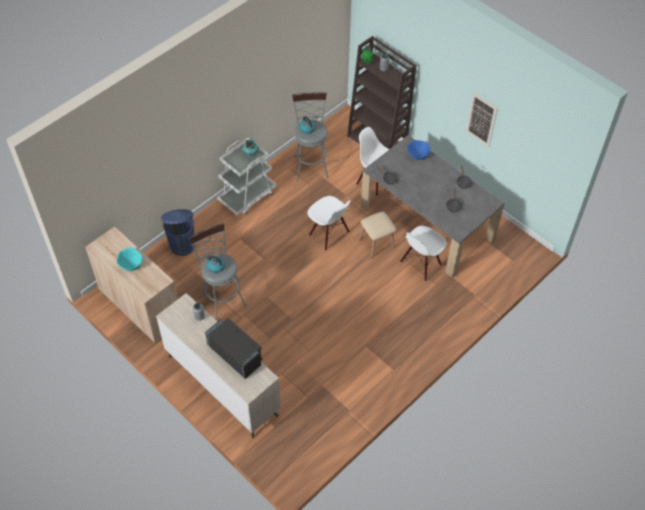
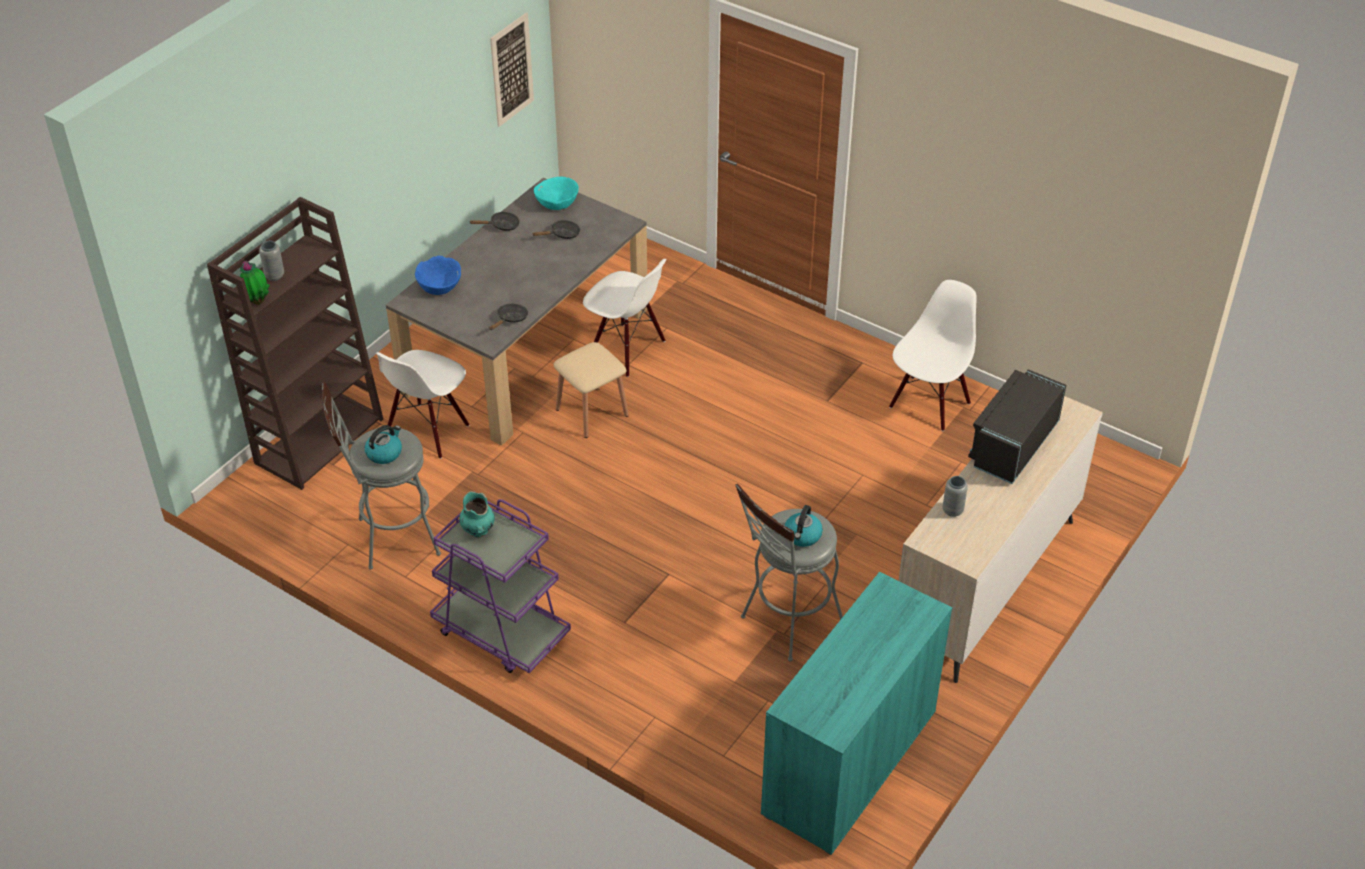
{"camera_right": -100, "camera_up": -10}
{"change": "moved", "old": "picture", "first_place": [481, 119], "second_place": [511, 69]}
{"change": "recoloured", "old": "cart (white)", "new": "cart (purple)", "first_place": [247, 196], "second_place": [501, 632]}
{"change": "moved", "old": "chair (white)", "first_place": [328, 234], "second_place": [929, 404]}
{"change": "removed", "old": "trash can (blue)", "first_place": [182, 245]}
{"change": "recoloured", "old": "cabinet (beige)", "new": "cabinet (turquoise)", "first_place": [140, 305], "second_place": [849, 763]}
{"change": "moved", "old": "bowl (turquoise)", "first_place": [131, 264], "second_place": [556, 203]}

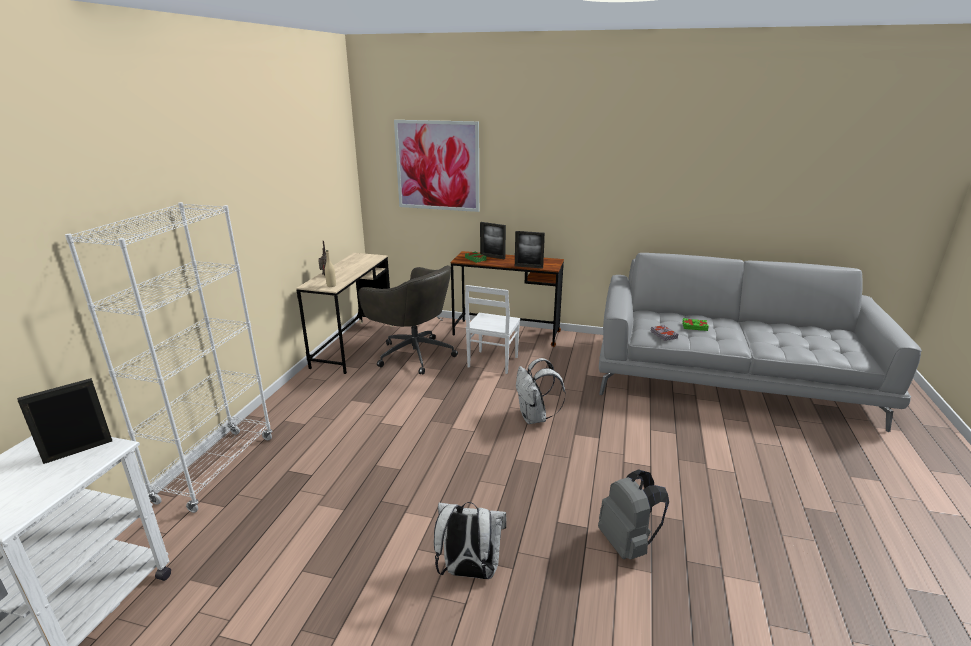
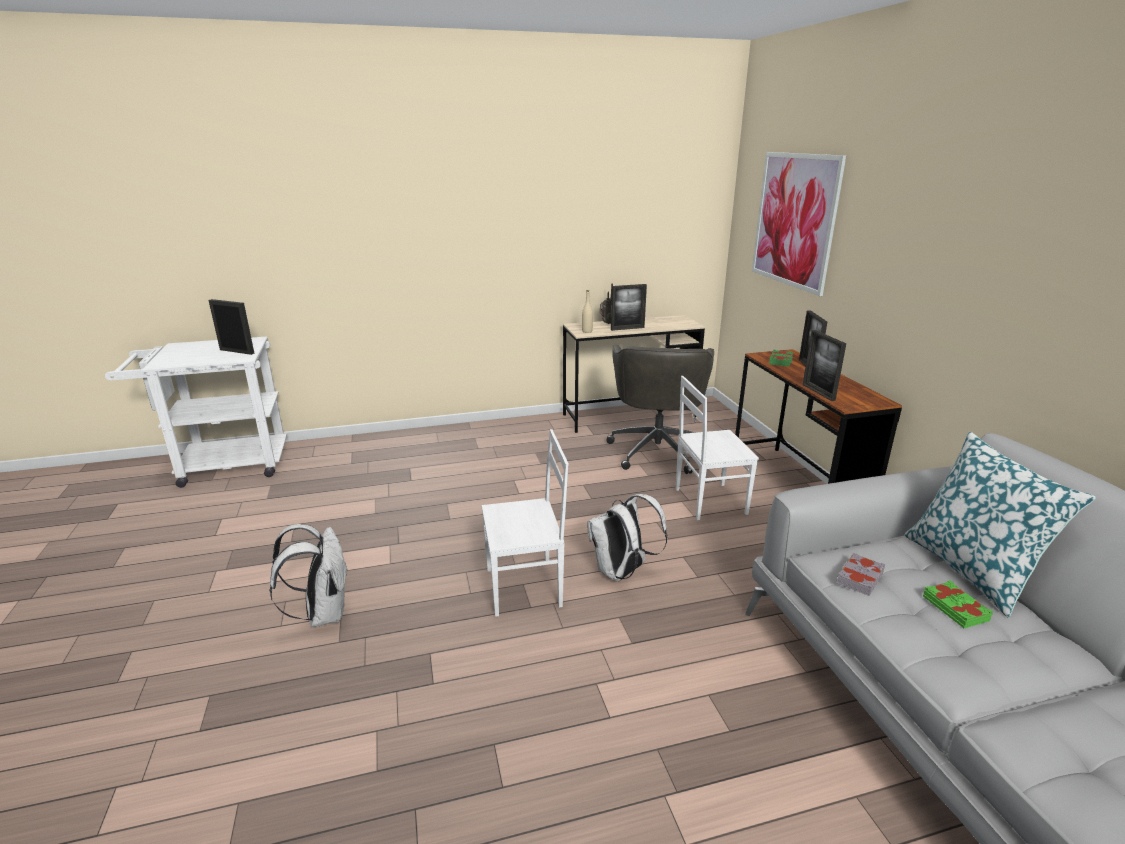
{"camera_right": 60, "camera_up": 0}
{"change": "removed", "old": "bookcase (white)", "first_place": [216, 469]}
{"change": "removed", "old": "backpack (grey)", "first_place": [627, 543]}
{"change": "added", "new": "picture frame", "second_place": [627, 328]}
{"change": "added", "new": "chair (white)", "second_place": [525, 588]}
{"change": "added", "new": "pillow", "second_place": [971, 569]}

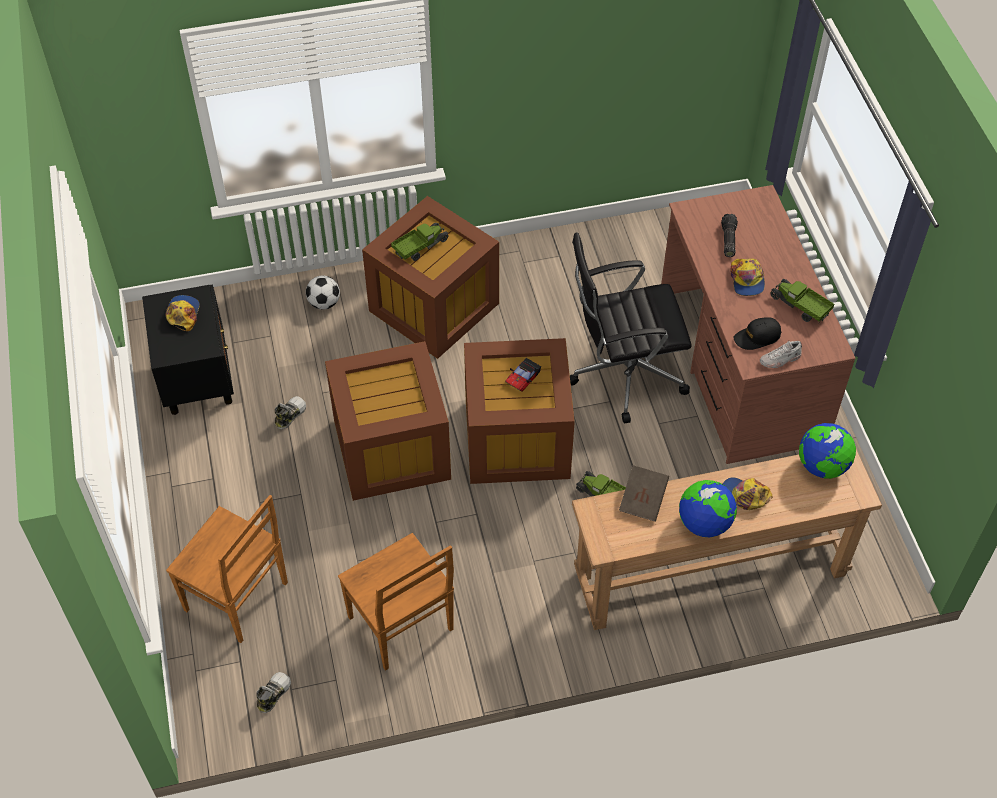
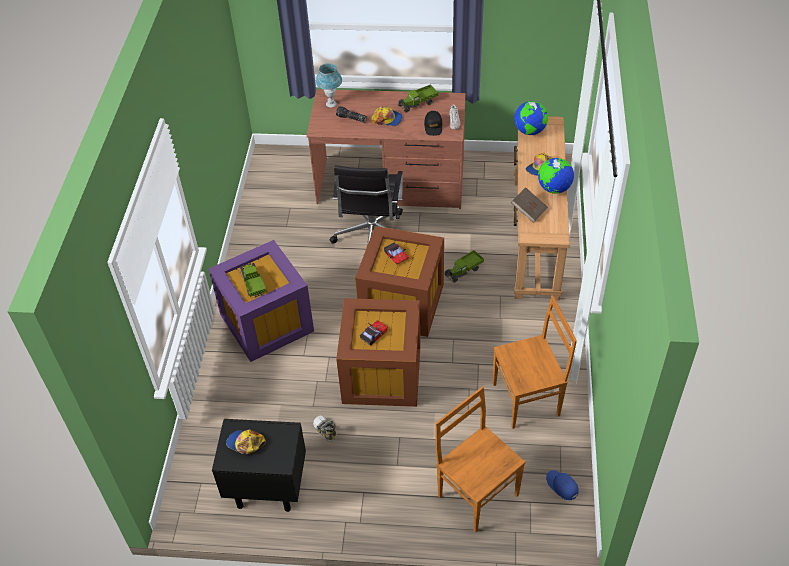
{"camera_right": -70, "camera_up": -5}
{"change": "recoloured", "old": "storage box (brown)", "new": "storage box (purple)", "first_place": [432, 307], "second_place": [266, 324]}
{"change": "removed", "old": "football", "first_place": [324, 303]}
{"change": "turned", "old": "chair (brown)", "first_place": [238, 598], "second_place": [476, 493], "degrees": -90}
{"change": "replaced", "old": "shoe", "new": "cap (blue)", "first_place": [273, 694], "second_place": [562, 486]}
{"change": "added", "new": "table lamp (blue)", "second_place": [331, 104]}
{"change": "added", "new": "toy car", "second_place": [373, 334]}

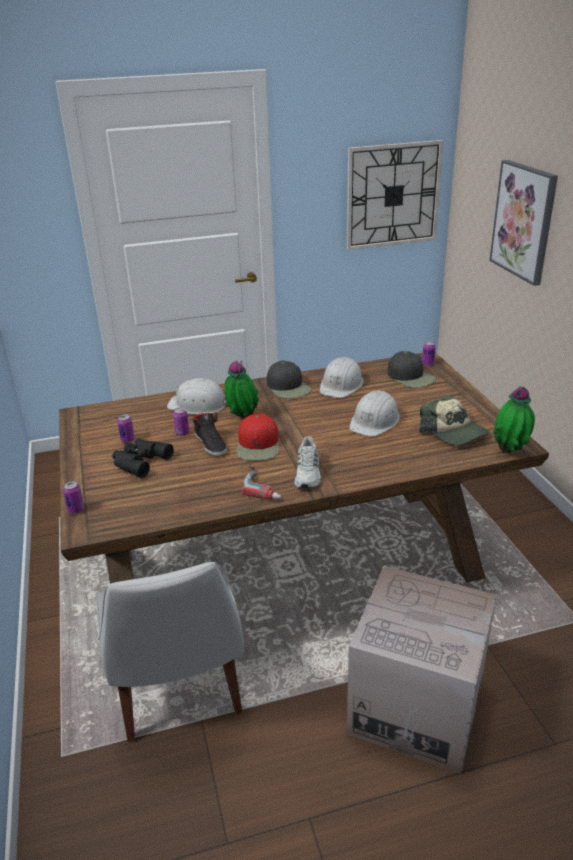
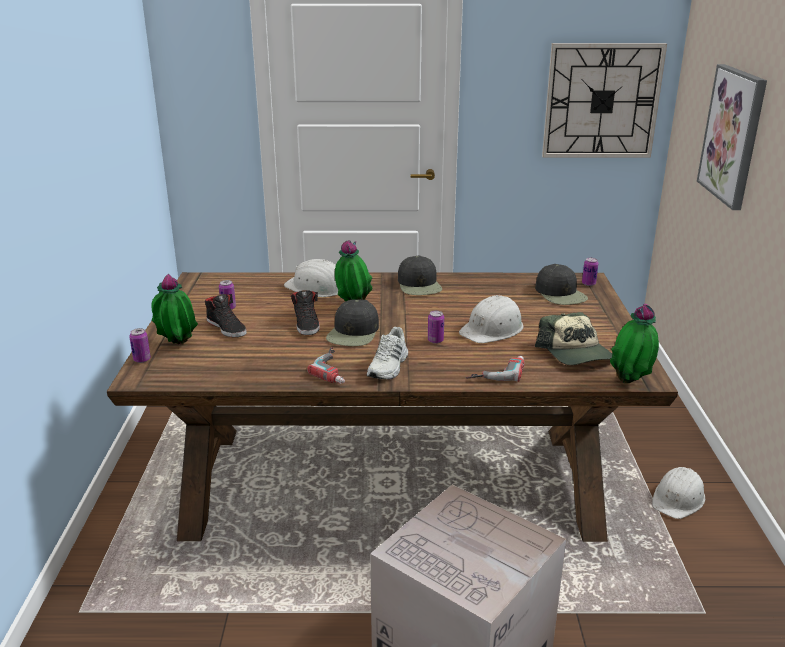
{"camera_right": 15, "camera_up": -5}
{"change": "moved", "old": "hard hat (white)", "first_place": [341, 385], "second_place": [678, 499]}
{"change": "moved", "old": "can", "first_place": [182, 433], "second_place": [435, 340]}
{"change": "recoloured", "old": "cap (red)", "new": "cap (black)", "first_place": [258, 445], "second_place": [354, 333]}
{"change": "replaced", "old": "binoculars (black)", "new": "shoe (black)", "first_place": [139, 461], "second_place": [227, 328]}
{"change": "removed", "old": "chair (white)", "first_place": [179, 692]}
{"change": "added", "new": "potted plant", "second_place": [177, 345]}
{"change": "added", "new": "power drill", "second_place": [496, 372]}

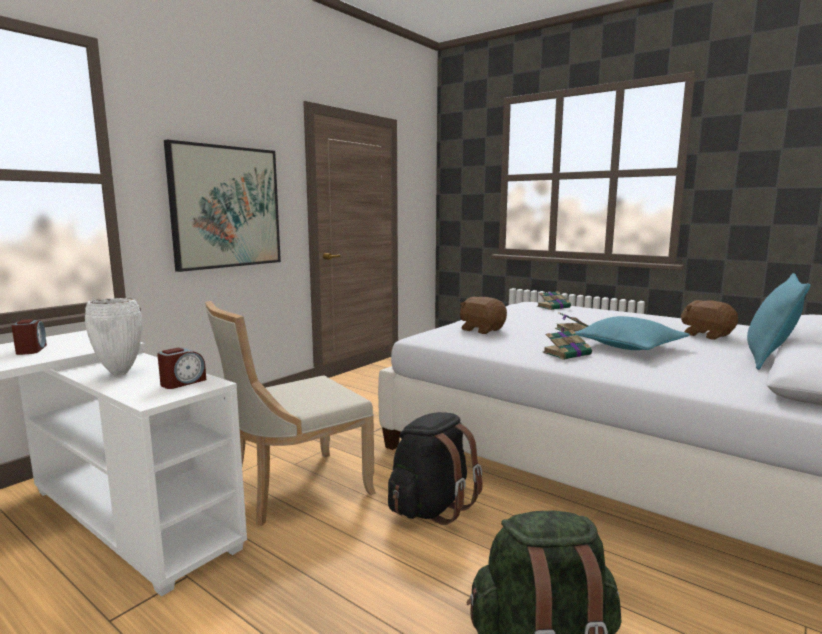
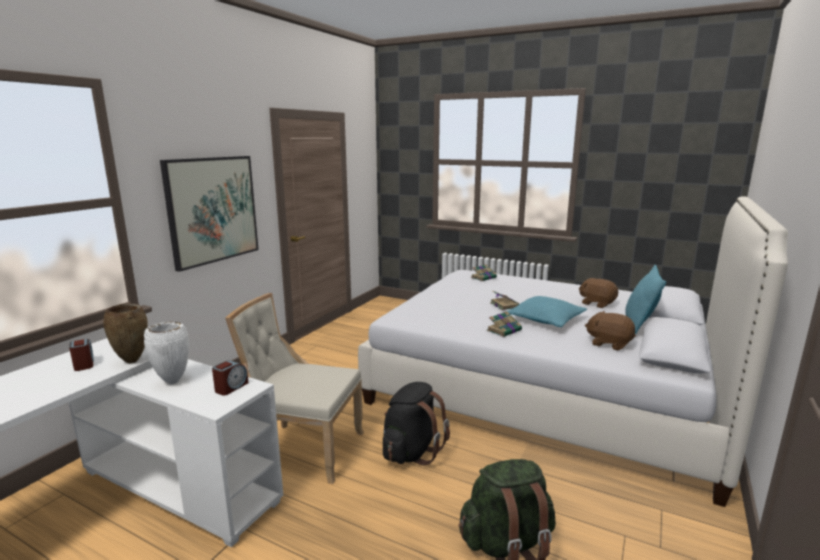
{"camera_right": -10, "camera_up": 5}
{"change": "moved", "old": "plush toy (brown)", "first_place": [482, 330], "second_place": [609, 343]}
{"change": "turned", "old": "chair (beige)", "first_place": [294, 490], "second_place": [303, 448], "degrees": 60}
{"change": "added", "new": "vase (brown)", "second_place": [133, 361]}

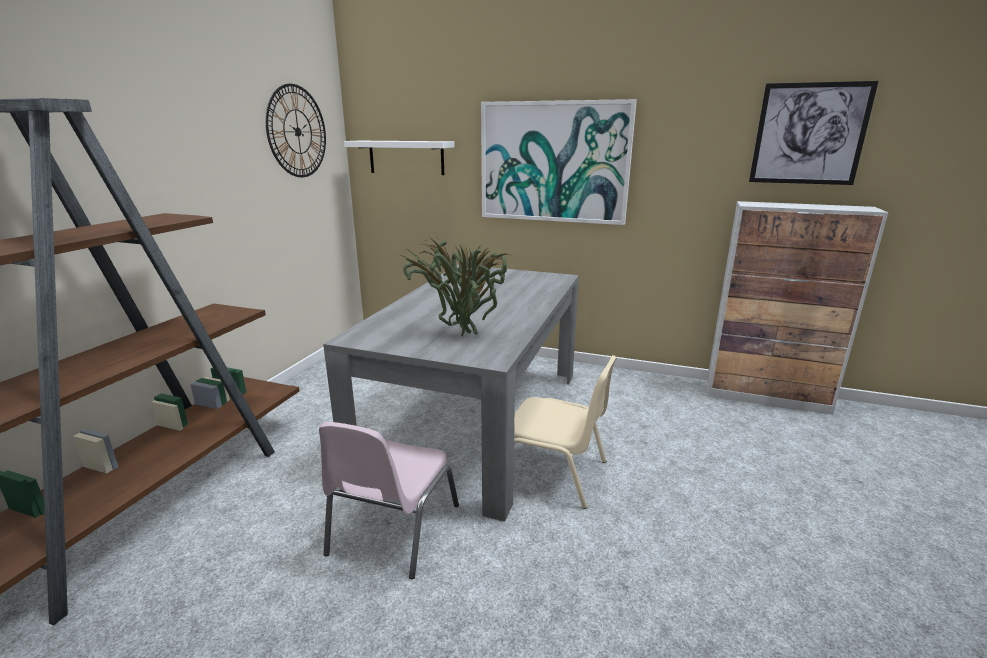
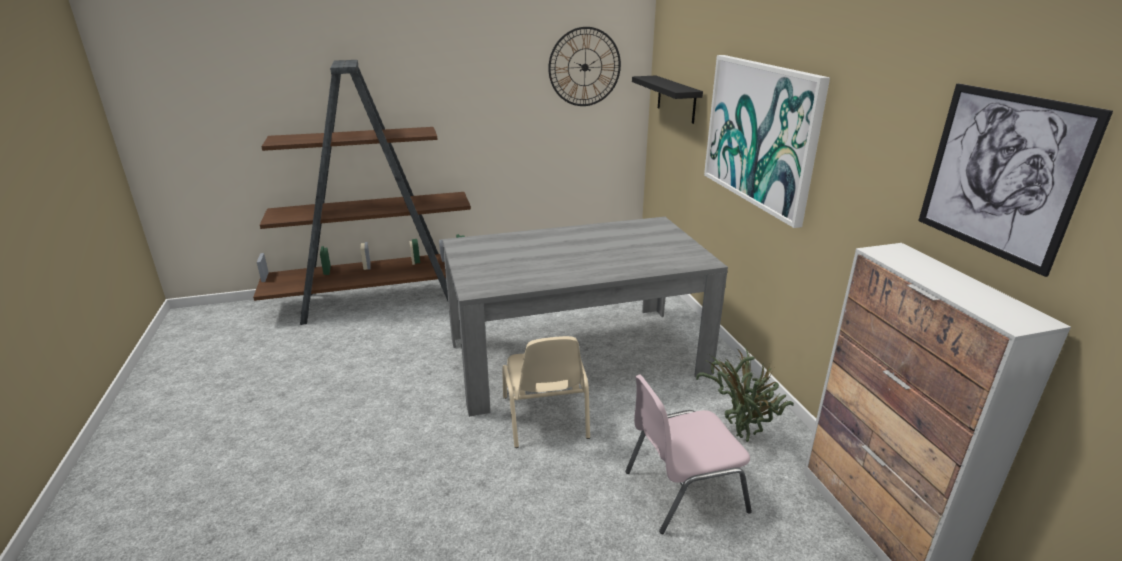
{"camera_right": 55, "camera_up": 5}
{"change": "recoloured", "old": "shelf (white)", "new": "shelf (black)", "first_place": [406, 157], "second_place": [676, 99]}
{"change": "moved", "old": "potted plant", "first_place": [461, 333], "second_place": [740, 433]}
{"change": "moved", "old": "chair (pink)", "first_place": [392, 530], "second_place": [682, 490]}

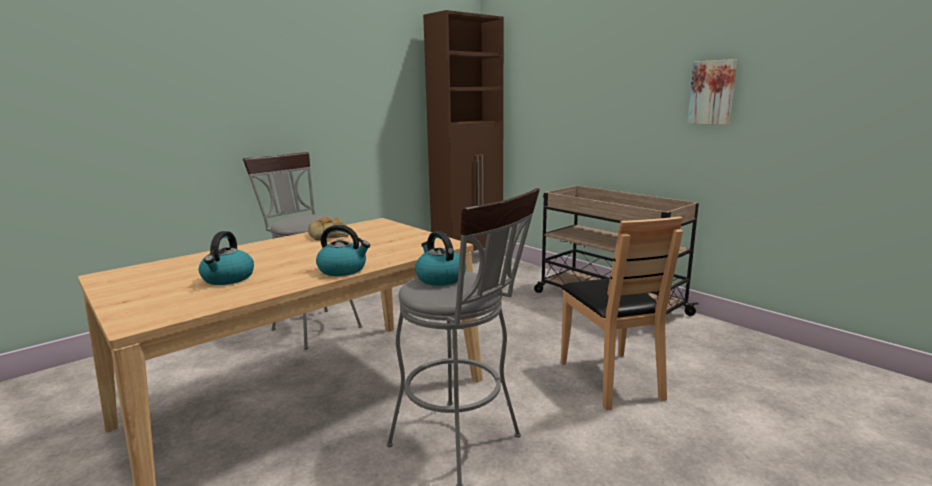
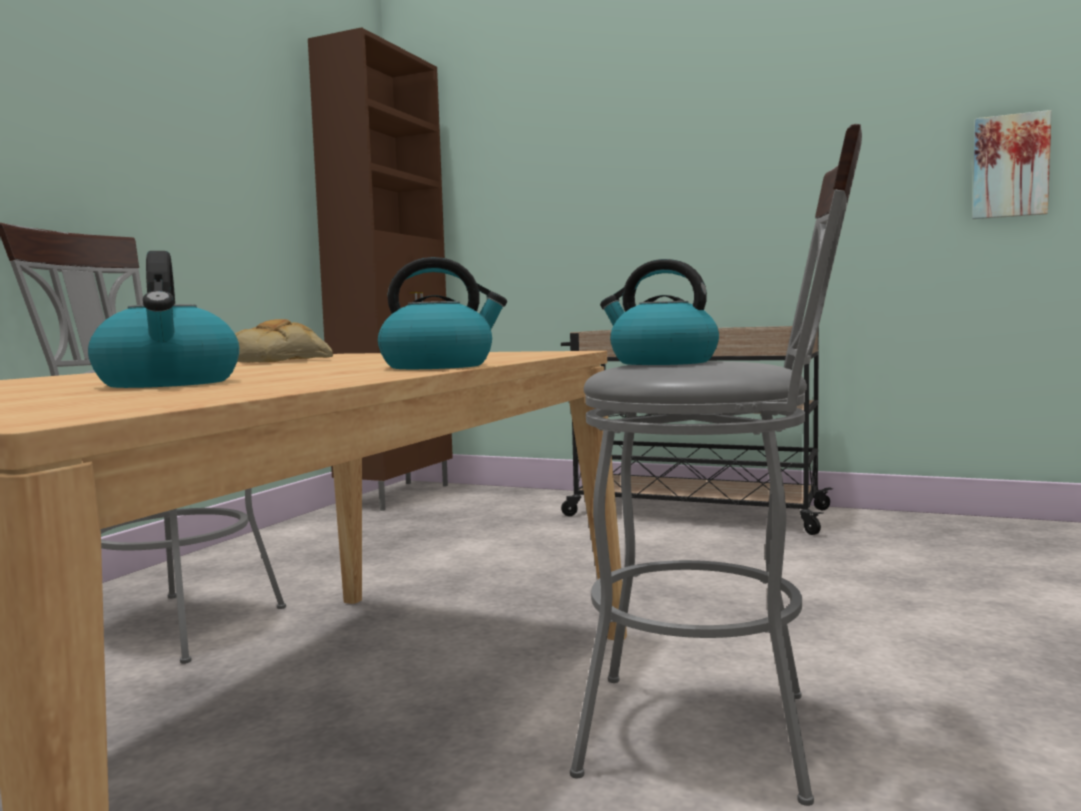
{"camera_right": -25, "camera_up": -10}
{"change": "moved", "old": "picture", "first_place": [712, 92], "second_place": [1010, 166]}
{"change": "removed", "old": "chair (brown)", "first_place": [611, 379]}

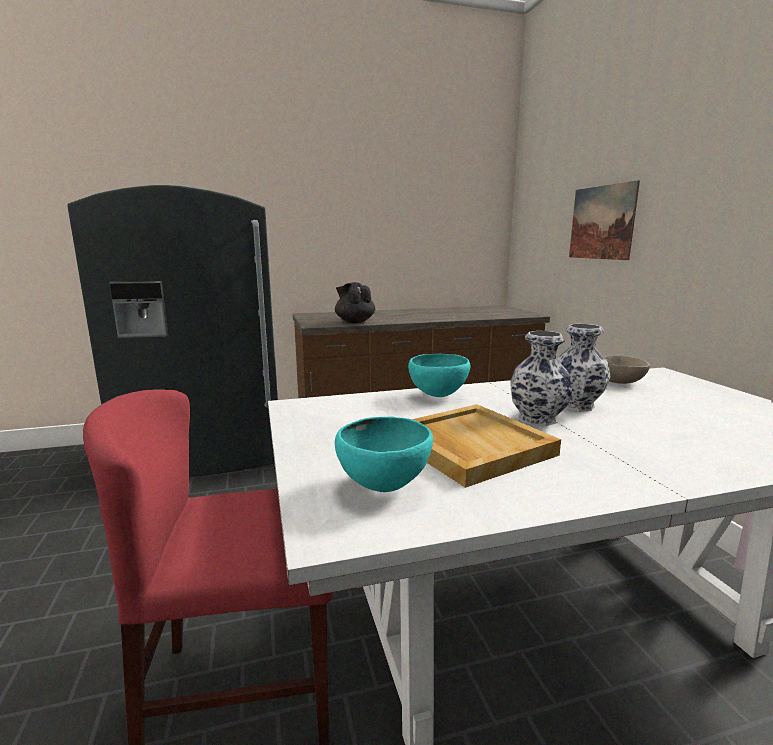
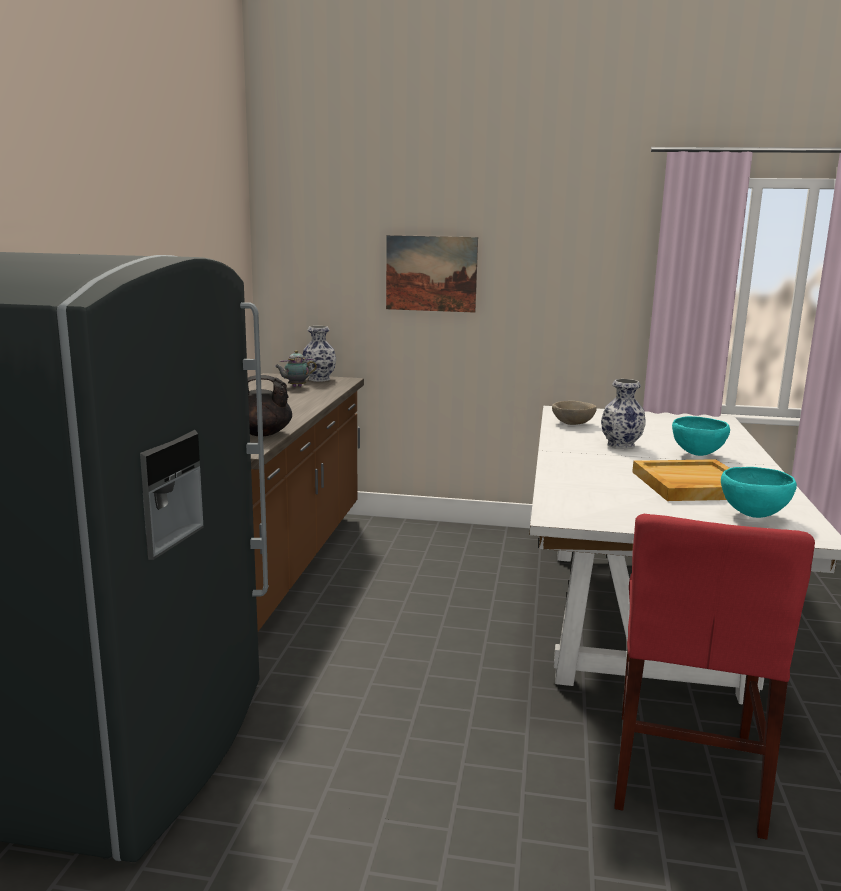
{"camera_right": -65, "camera_up": 0}
{"change": "moved", "old": "vase", "first_place": [537, 418], "second_place": [318, 379]}
{"change": "moved", "old": "bowl (turquoise)", "first_place": [438, 396], "second_place": [697, 455]}
{"change": "added", "new": "teapot", "second_place": [295, 386]}

